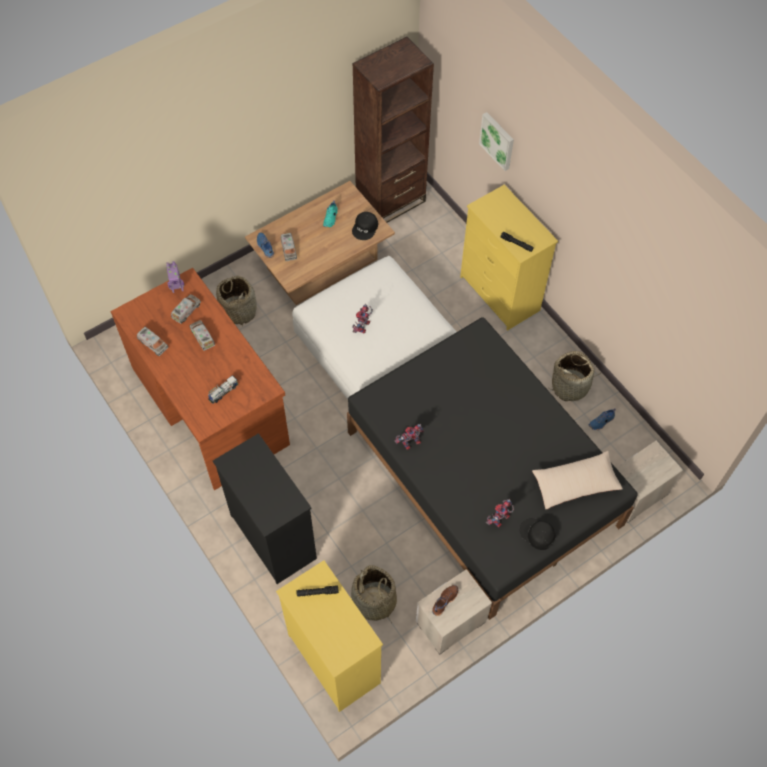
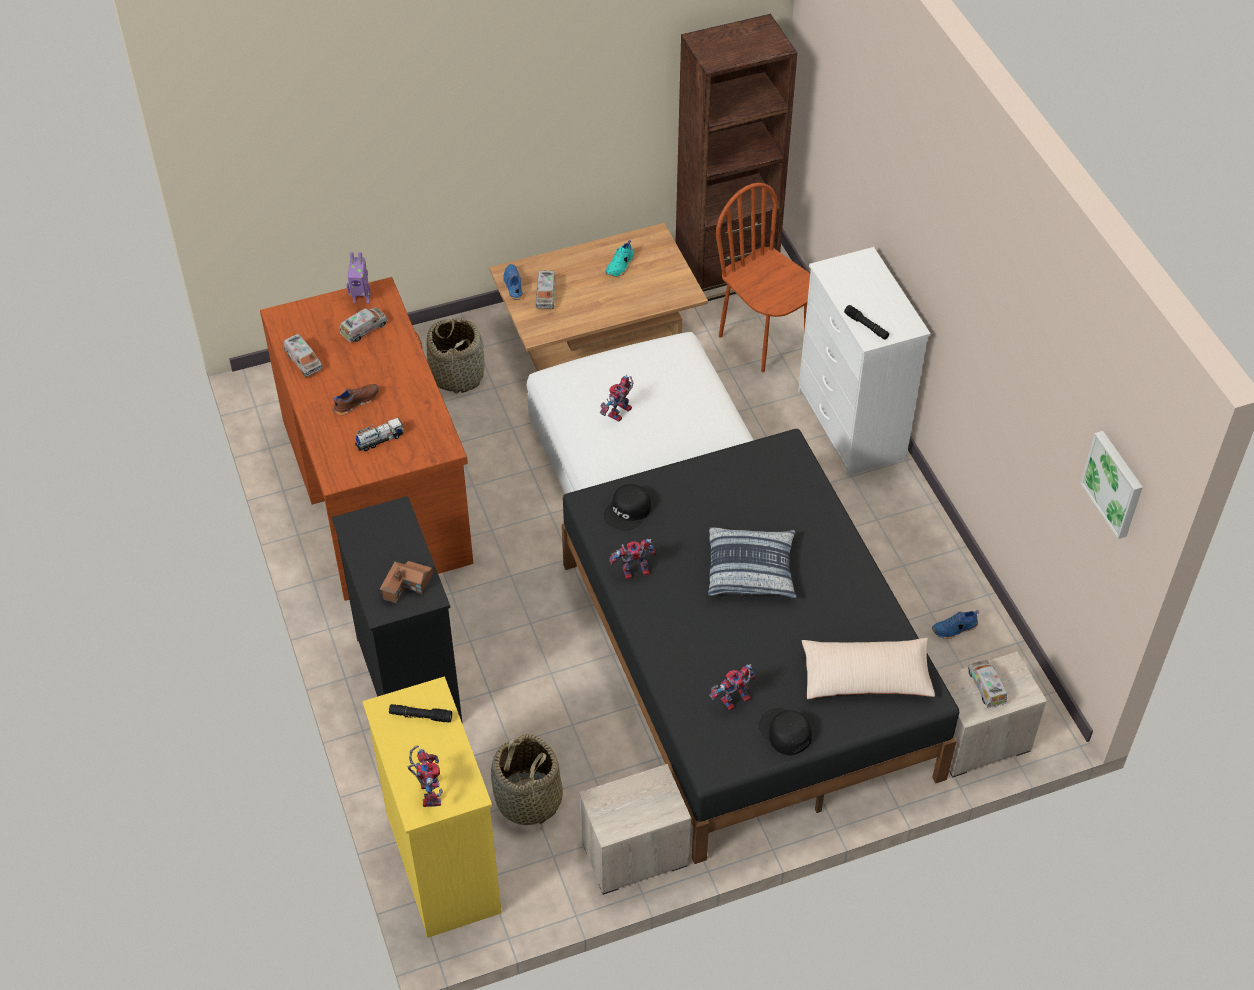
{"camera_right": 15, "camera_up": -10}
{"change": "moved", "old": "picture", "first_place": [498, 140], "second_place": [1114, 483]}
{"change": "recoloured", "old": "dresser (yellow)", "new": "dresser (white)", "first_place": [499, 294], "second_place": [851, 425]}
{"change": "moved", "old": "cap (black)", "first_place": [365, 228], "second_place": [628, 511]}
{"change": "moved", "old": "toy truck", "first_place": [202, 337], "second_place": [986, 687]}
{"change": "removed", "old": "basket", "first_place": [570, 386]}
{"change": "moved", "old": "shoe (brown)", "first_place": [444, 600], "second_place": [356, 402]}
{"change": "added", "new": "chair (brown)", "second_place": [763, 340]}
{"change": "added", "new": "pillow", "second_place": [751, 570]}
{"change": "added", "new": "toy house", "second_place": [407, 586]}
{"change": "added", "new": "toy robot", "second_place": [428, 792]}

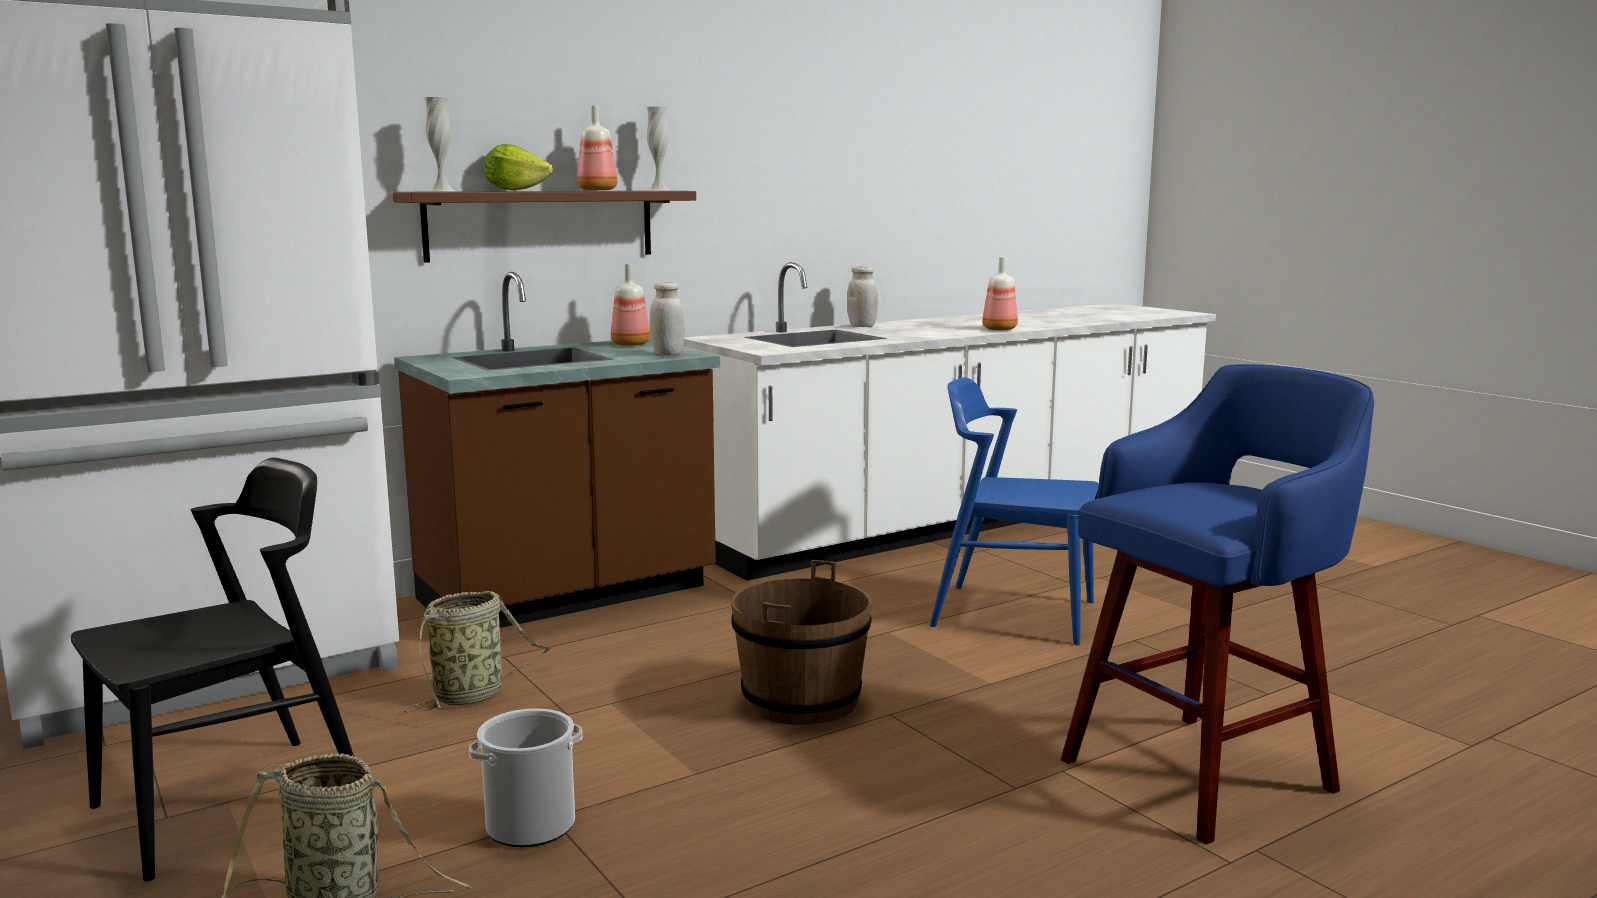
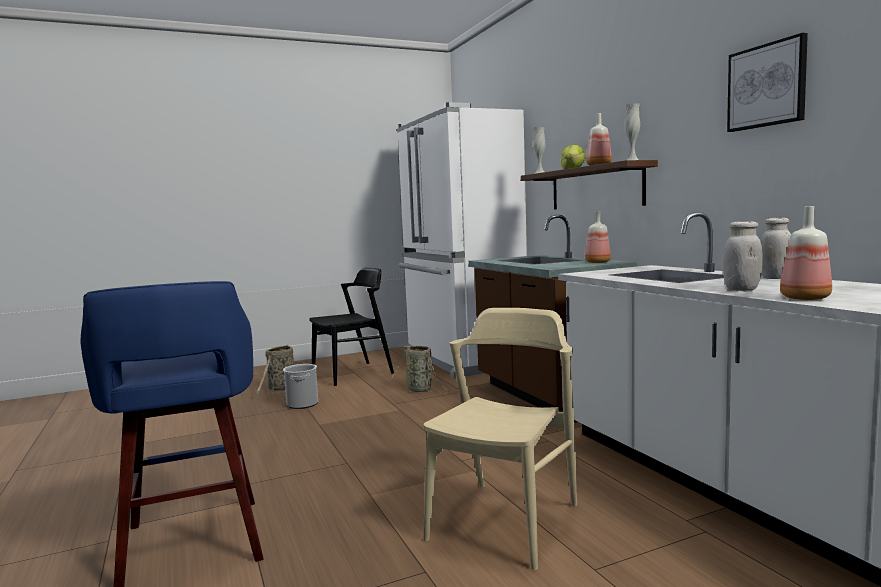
{"camera_right": 100, "camera_up": -5}
{"change": "moved", "old": "jar (white)", "first_place": [667, 354], "second_place": [741, 289]}
{"change": "recoloured", "old": "chair (blue)", "new": "chair (beige)", "first_place": [1013, 613], "second_place": [504, 521]}
{"change": "turned", "old": "chair (black)", "first_place": [231, 803], "second_place": [353, 373], "degrees": -90}
{"change": "removed", "old": "bucket (brown)", "first_place": [801, 700]}
{"change": "added", "new": "picture", "second_place": [767, 86]}

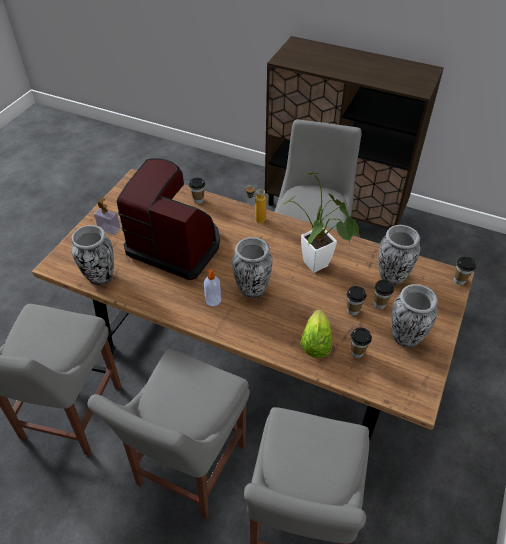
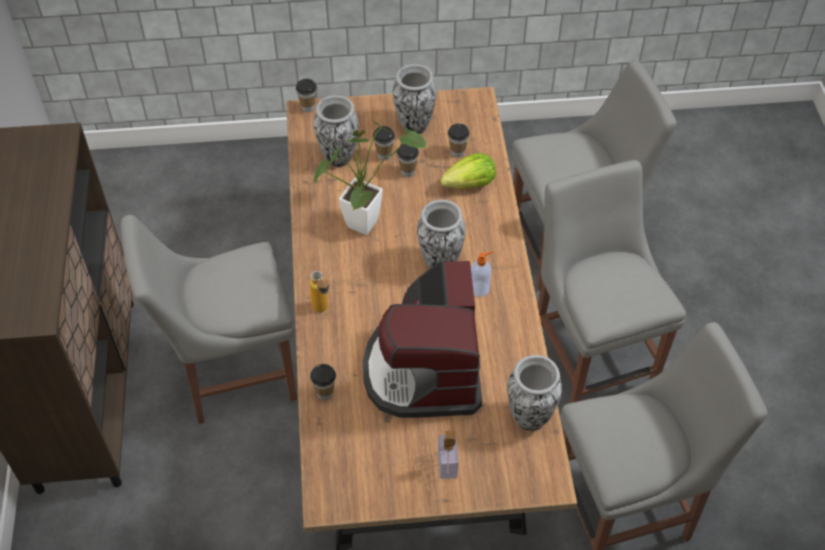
{"camera_right": -120, "camera_up": 5}
{"change": "turned", "old": "chair (grey)", "first_place": [188, 468], "second_place": [590, 356], "degrees": -105}

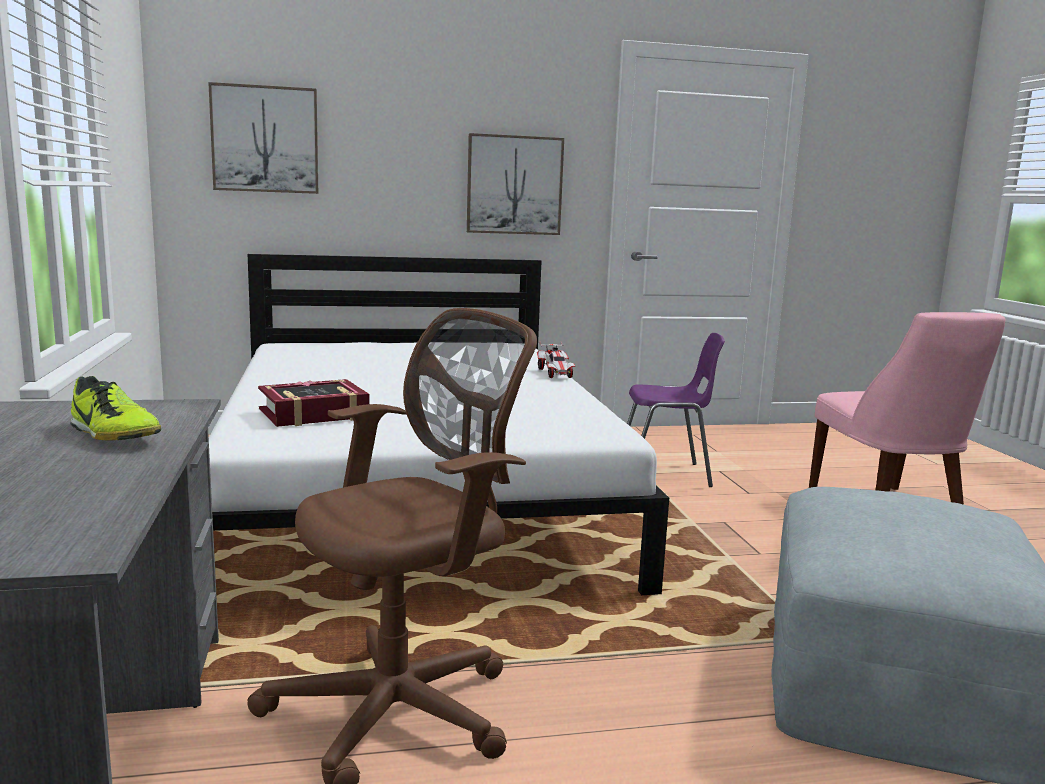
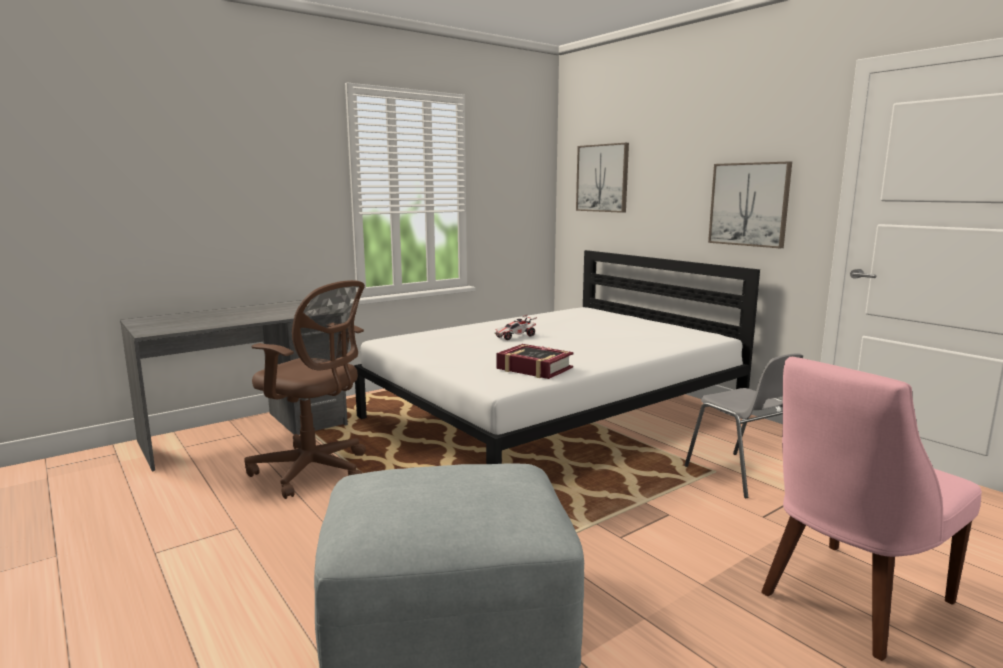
{"camera_right": 65, "camera_up": 0}
{"change": "recoloured", "old": "chair (purple)", "new": "chair (grey)", "first_place": [665, 474], "second_place": [740, 476]}
{"change": "moved", "old": "toy car", "first_place": [555, 373], "second_place": [515, 336]}
{"change": "removed", "old": "shoe", "first_place": [113, 435]}
{"change": "moved", "old": "book", "first_place": [314, 414], "second_place": [534, 368]}

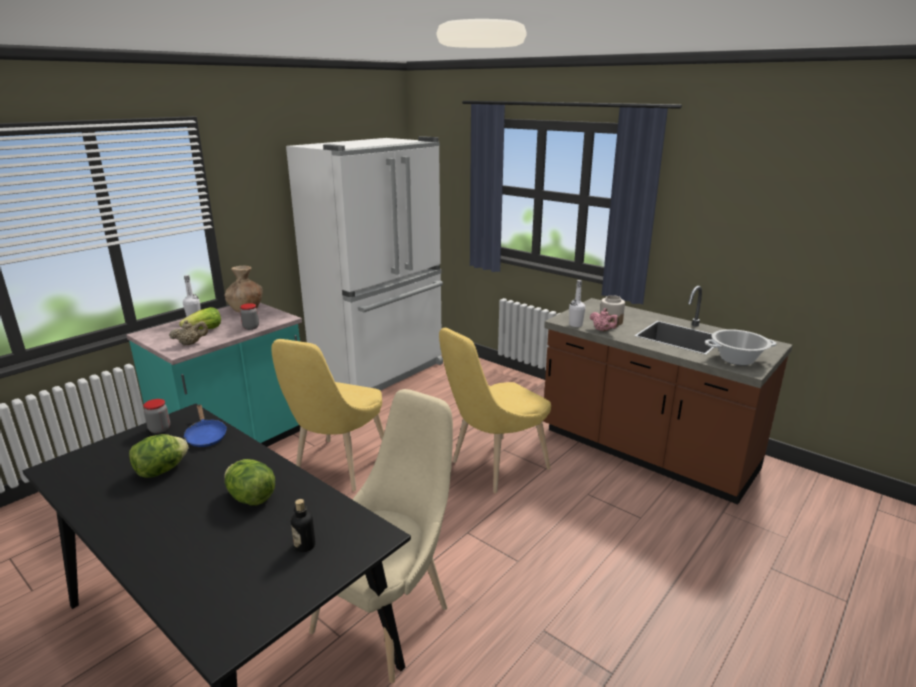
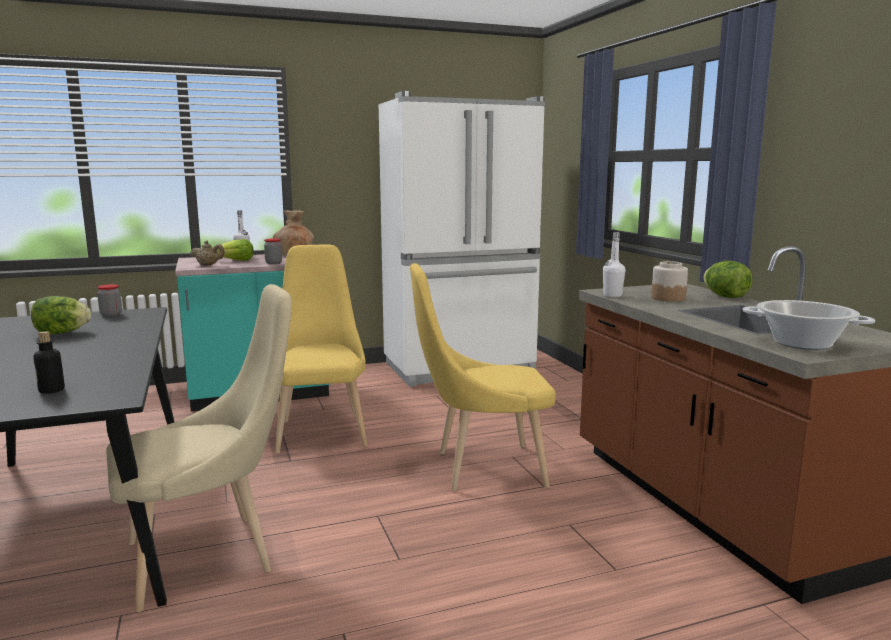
{"camera_right": 30, "camera_up": -10}
{"change": "removed", "old": "teapot (pink)", "first_place": [603, 330]}
{"change": "turned", "old": "chair (yellow)", "first_place": [338, 469], "second_place": [321, 431], "degrees": 120}
{"change": "removed", "old": "frying pan (blue)", "first_place": [206, 436]}
{"change": "moved", "old": "lettuce", "first_place": [251, 498], "second_place": [725, 296]}

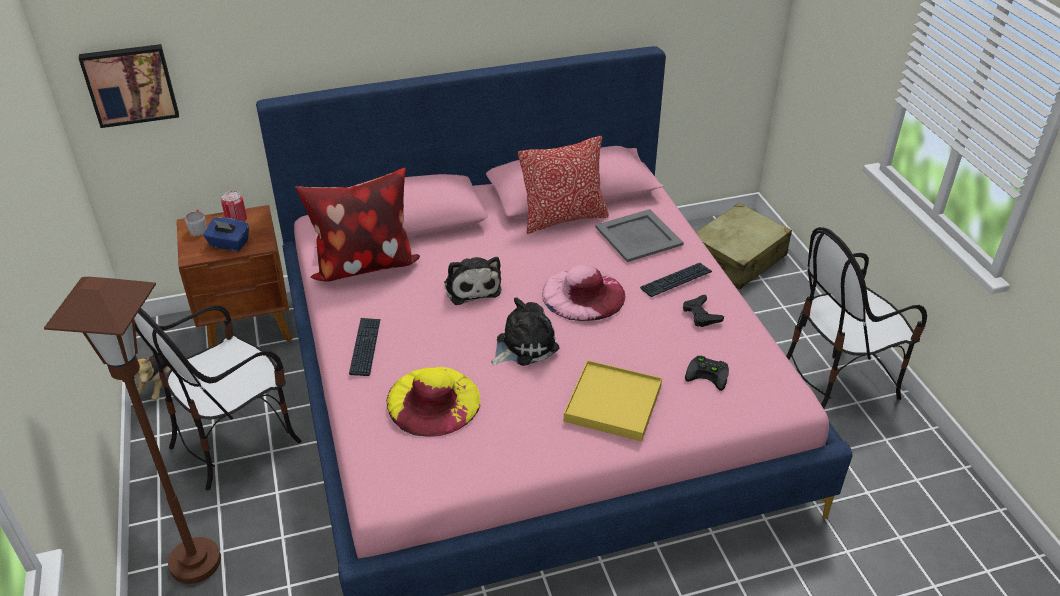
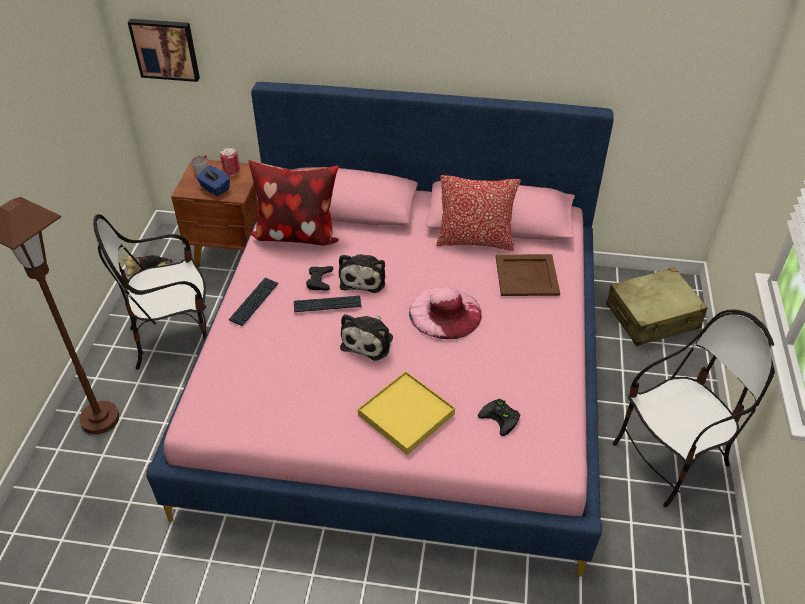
{"camera_right": 25, "camera_up": 5}
{"change": "recoloured", "old": "tray (grey)", "new": "tray (brown)", "first_place": [637, 236], "second_place": [526, 275]}
{"change": "turned", "old": "chair", "first_place": [836, 381], "second_place": [671, 459], "degrees": 150}
{"change": "moved", "old": "keyboard", "first_place": [676, 280], "second_place": [327, 305]}
{"change": "moved", "old": "game controller (black)", "first_place": [701, 314], "second_place": [319, 280]}
{"change": "turned", "old": "plush toy", "first_place": [523, 345], "second_place": [369, 341], "degrees": 120}
{"change": "removed", "old": "hat (yellow)", "first_place": [433, 401]}

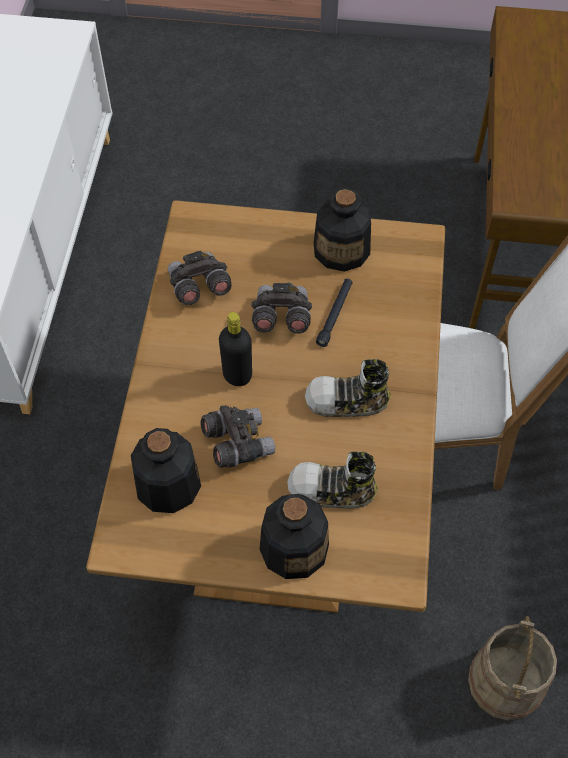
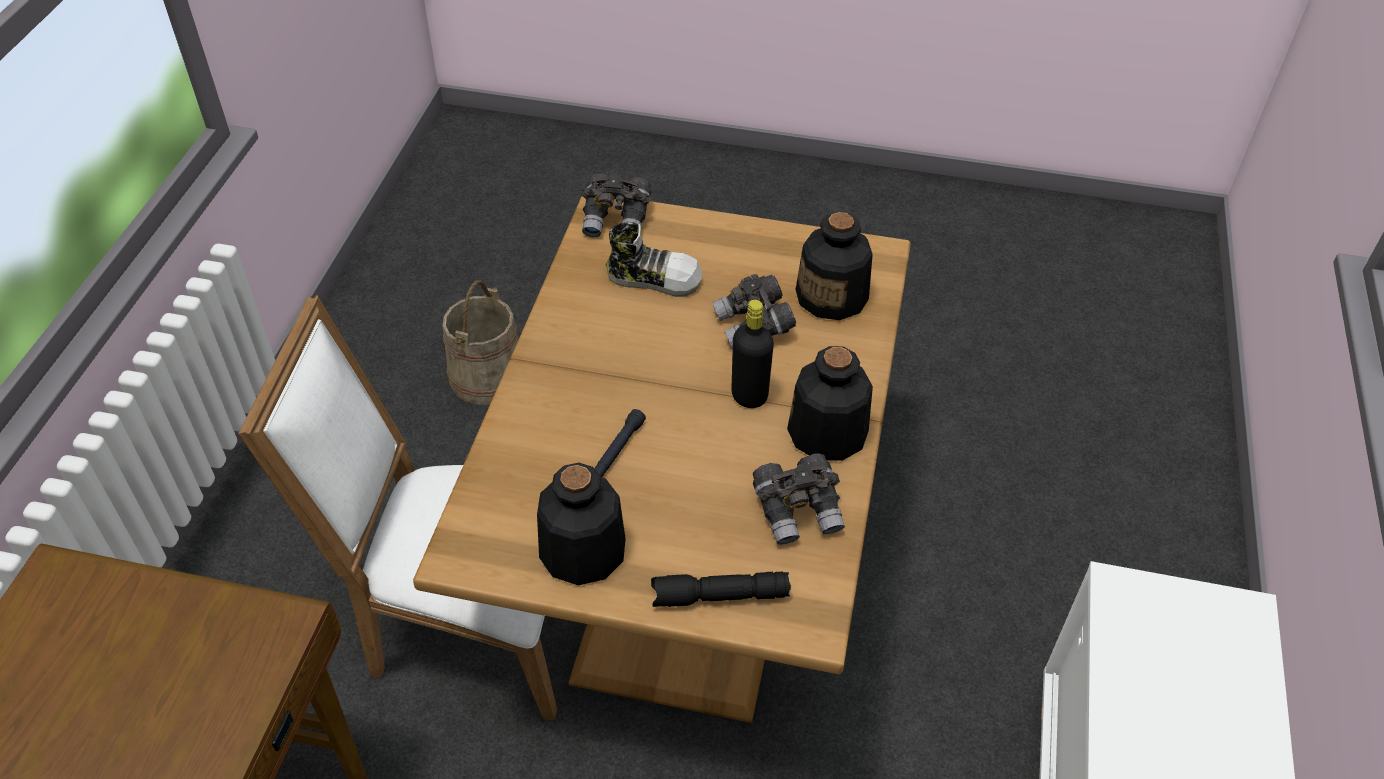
{"camera_right": -175, "camera_up": -10}
{"change": "moved", "old": "binoculars (grey)", "first_place": [281, 318], "second_place": [617, 220]}
{"change": "removed", "old": "shoe", "first_place": [347, 401]}
{"change": "moved", "old": "bottle", "first_place": [294, 547], "second_place": [827, 433]}
{"change": "added", "new": "flashlight (black)", "second_place": [719, 597]}

